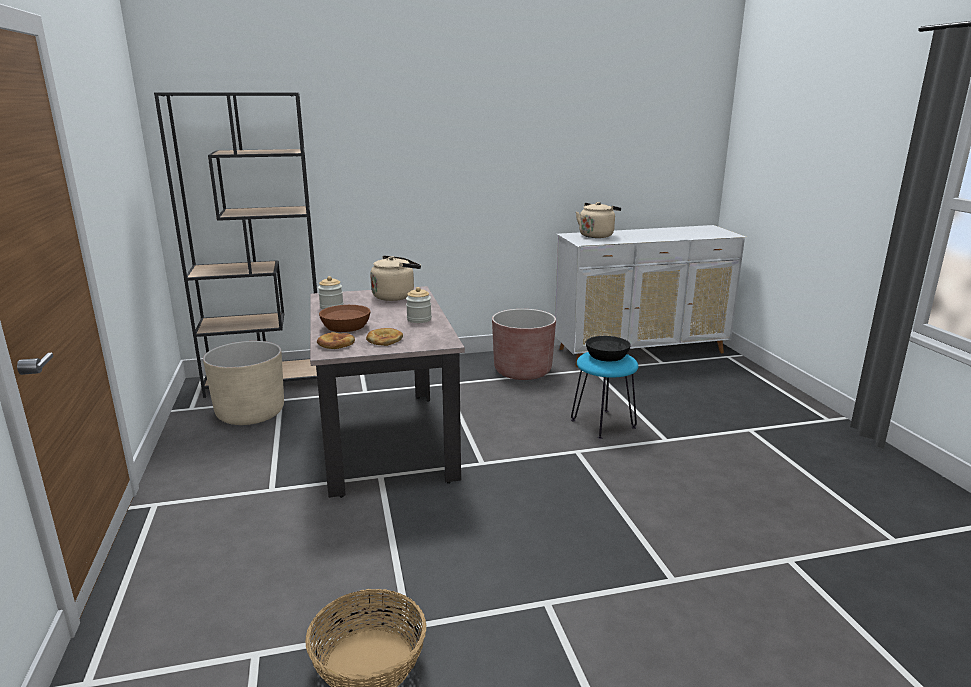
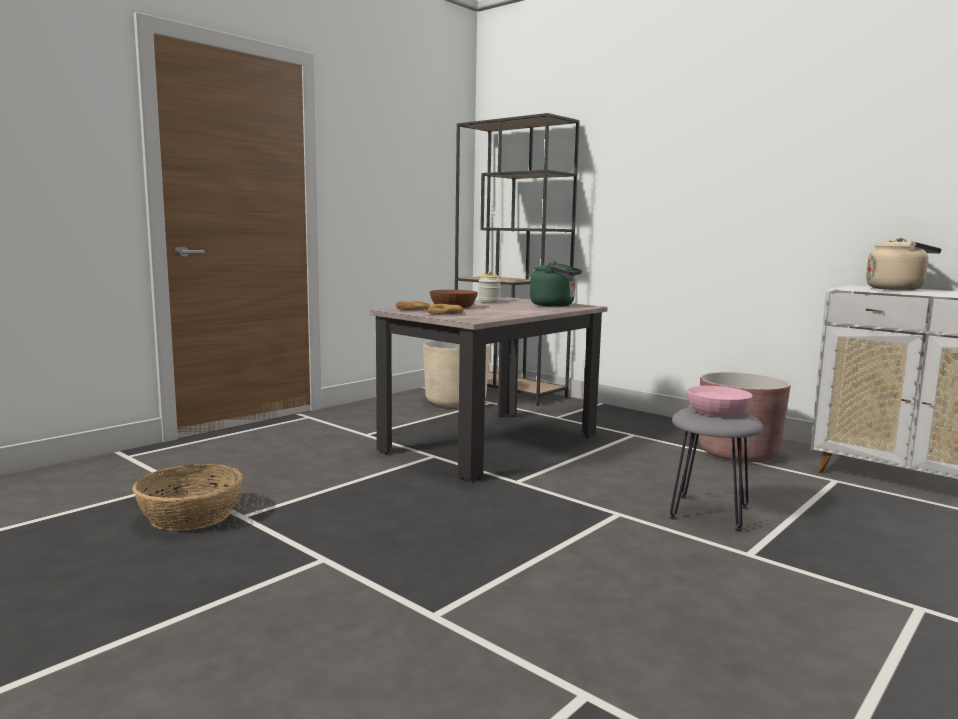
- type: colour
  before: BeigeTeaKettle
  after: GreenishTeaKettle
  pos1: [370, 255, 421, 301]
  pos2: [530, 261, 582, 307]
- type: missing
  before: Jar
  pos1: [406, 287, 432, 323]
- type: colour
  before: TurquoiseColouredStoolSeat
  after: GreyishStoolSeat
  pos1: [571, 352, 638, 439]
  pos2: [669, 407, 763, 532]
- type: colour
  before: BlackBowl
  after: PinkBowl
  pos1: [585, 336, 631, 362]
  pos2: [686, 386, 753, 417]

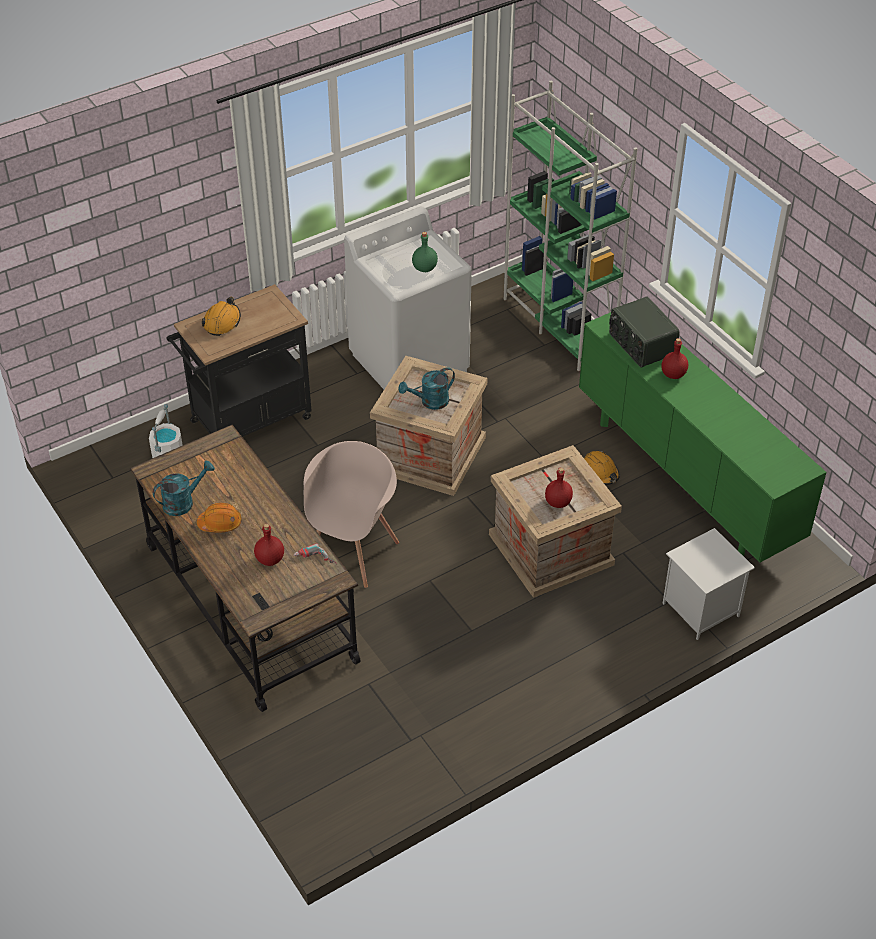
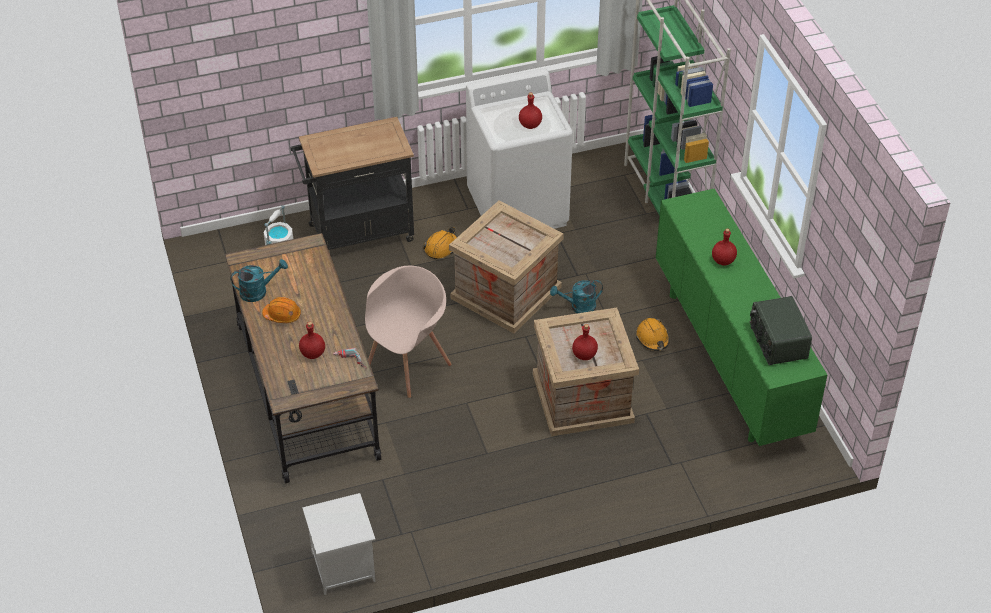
- type: relocated
  before: OrangeSafetyHelmet
  pos1: [202, 297, 241, 336]
  pos2: [423, 227, 457, 259]
- type: relocated
  before: TurquoiseColouredWateringCan
  pos1: [398, 367, 455, 410]
  pos2: [550, 280, 603, 313]
- type: colour
  before: GreenishBeverageBottle
  after: ReddishBeverageBottle
  pos1: [412, 232, 438, 272]
  pos2: [519, 93, 542, 129]
- type: relocated
  before: Radio
  pos1: [609, 296, 680, 368]
  pos2: [750, 296, 812, 365]
- type: relocated
  before: GreyishBedsideTable
  pos1: [662, 528, 755, 640]
  pos2: [302, 493, 375, 595]

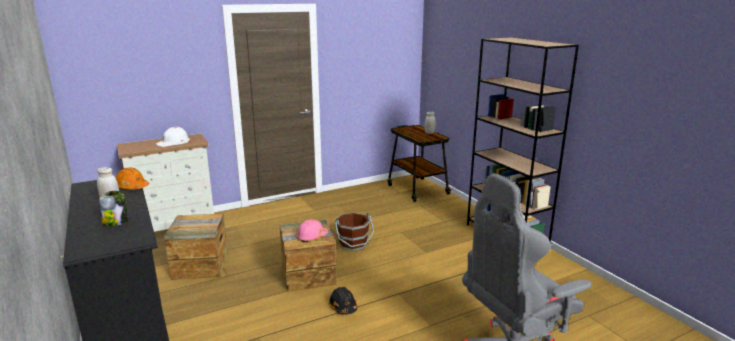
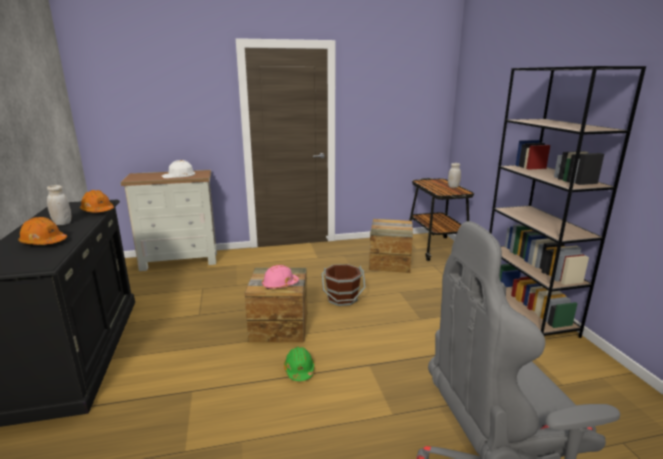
- type: exchanged
  before: Jar
  after: OrangeSafetyHelmet
  pos1: [99, 191, 128, 227]
  pos2: [18, 217, 67, 245]
- type: relocated
  before: PackingCrate
  pos1: [164, 214, 228, 280]
  pos2: [369, 219, 413, 273]
- type: colour
  before: BlackSafetyHelmet
  after: GreenishSafetyHelmet
  pos1: [329, 287, 357, 315]
  pos2: [284, 347, 315, 381]

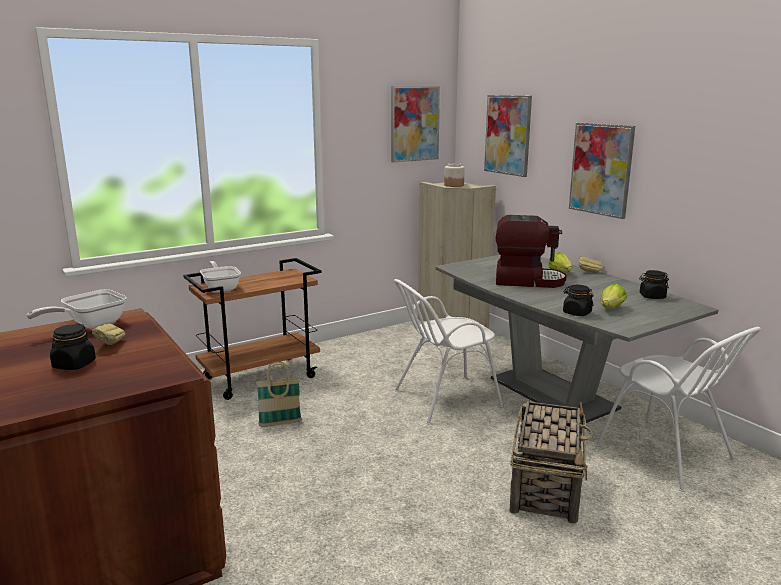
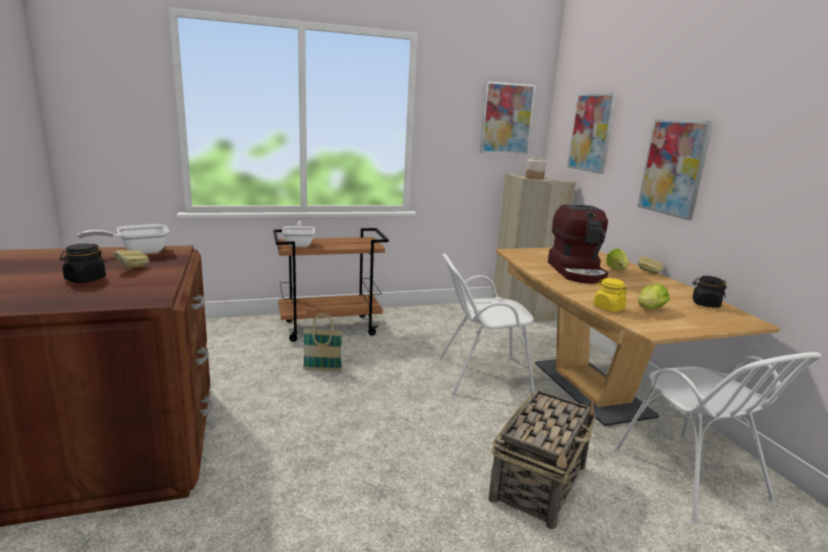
- type: colour
  before: GreyishDiningTable
  after: BrownDiningTable
  pos1: [435, 255, 718, 423]
  pos2: [496, 247, 780, 426]
- type: spun
  before: CoffeeMaker
  pos1: [496, 215, 567, 288]
  pos2: [548, 204, 608, 284]
  turn: 60
- type: colour
  before: BlackJar
  after: YellowJar
  pos1: [563, 285, 594, 316]
  pos2: [593, 278, 627, 312]

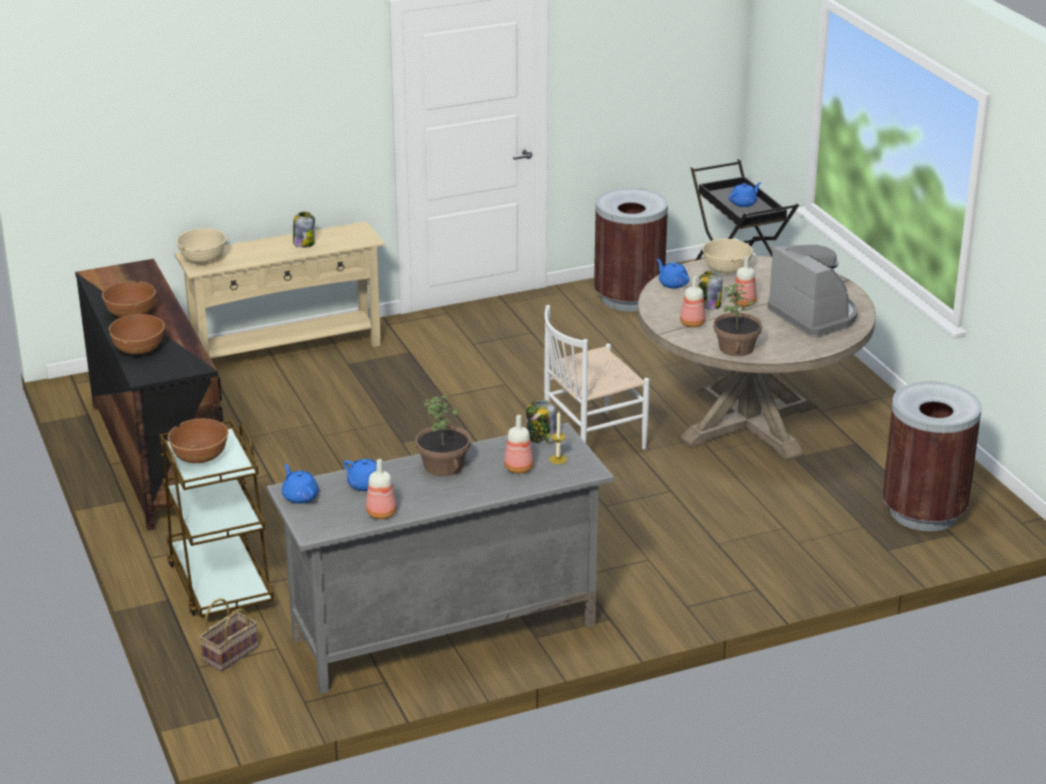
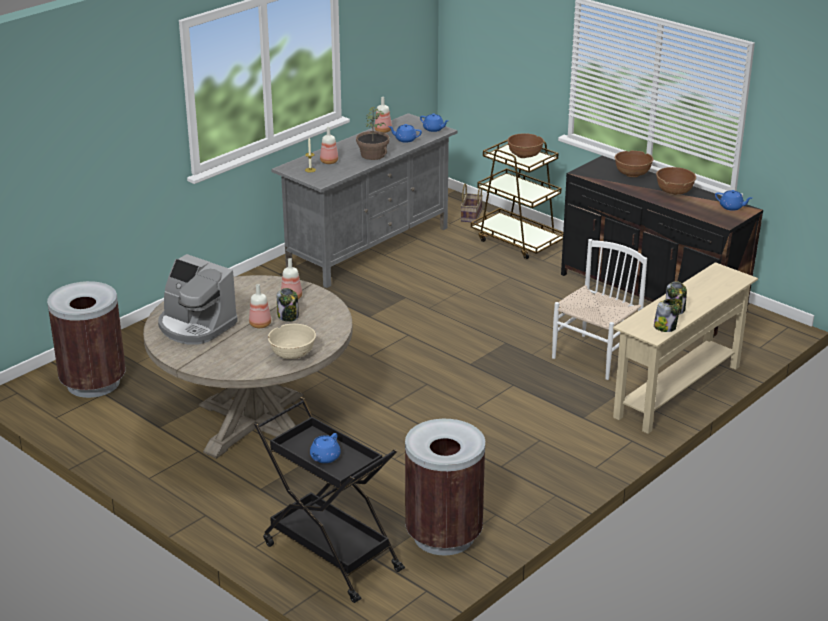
- type: missing
  before: BeigeBowl
  pos1: [176, 228, 226, 263]
- type: relocated
  before: Jar
  pos1: [526, 400, 557, 443]
  pos2: [654, 299, 680, 332]
- type: relocated
  before: WhiteColouredChair
  pos1: [544, 305, 649, 449]
  pos2: [552, 239, 647, 380]
- type: relocated
  before: BlueColouredTeaPot
  pos1: [657, 259, 690, 289]
  pos2: [715, 190, 752, 211]
- type: missing
  before: Houseplant
  pos1: [713, 284, 762, 356]

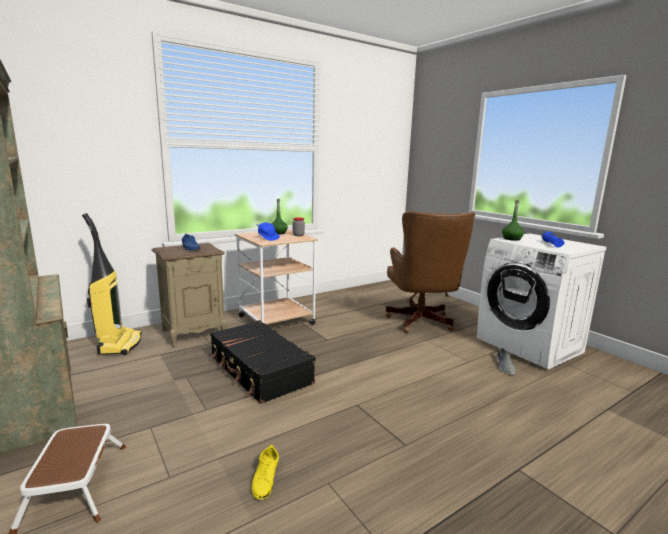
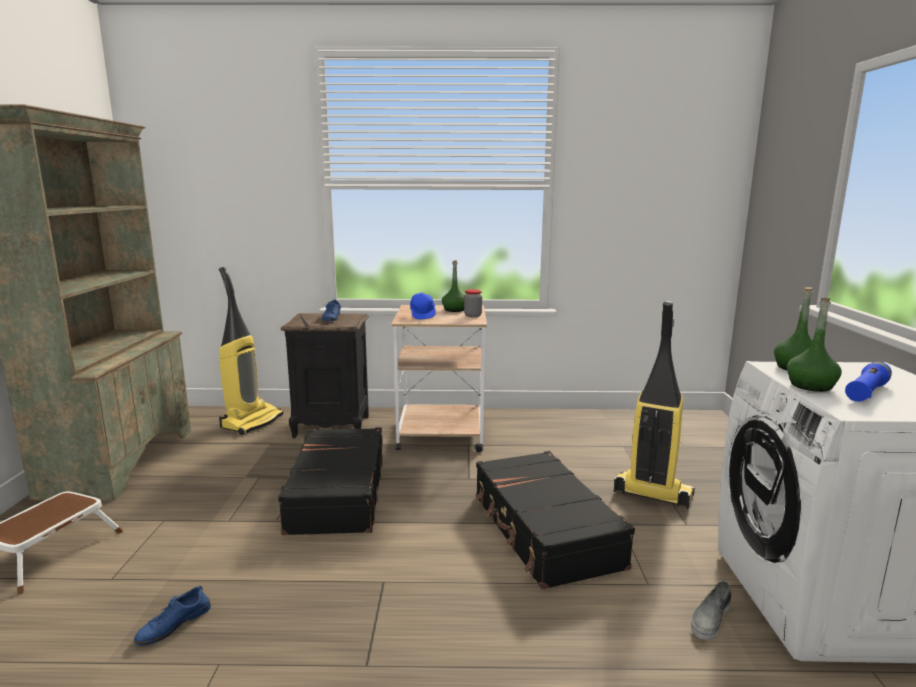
- type: colour
  before: BeigeBedsideTable
  after: BlackBedsideTable
  pos1: [152, 243, 227, 347]
  pos2: [280, 313, 369, 438]
- type: colour
  before: YellowShoe
  after: BlueColouredShoe
  pos1: [251, 445, 279, 499]
  pos2: [134, 585, 211, 646]
- type: exchanged
  before: BrownOfficeChair
  after: Vacuum
  pos1: [385, 211, 475, 333]
  pos2: [614, 301, 695, 509]
- type: appeared
  after: BlackTravelCase
  pos2: [475, 451, 635, 590]
- type: appeared
  after: GreenishBeverageBottle
  pos2: [787, 298, 842, 392]

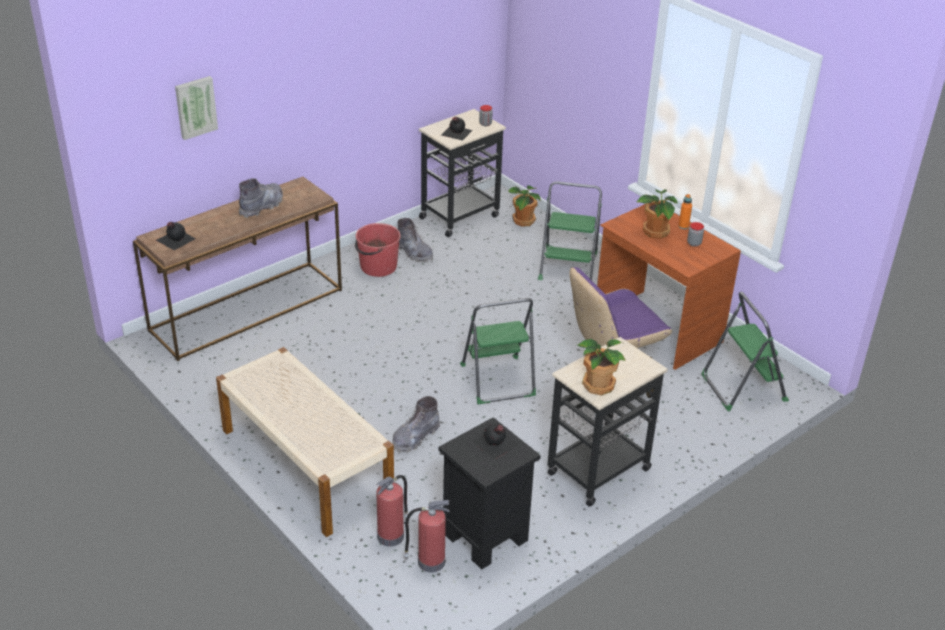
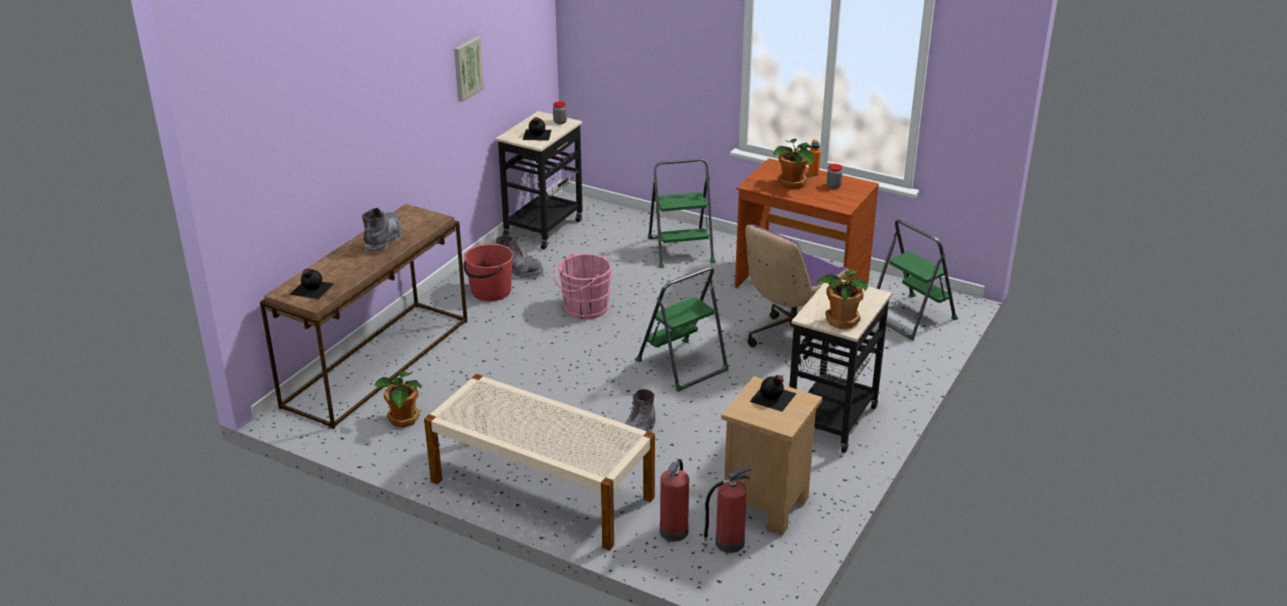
- type: relocated
  before: WallPicture
  pos1: [175, 76, 218, 140]
  pos2: [454, 37, 484, 102]
- type: colour
  before: BlackBedsideTable
  after: BeigeBedsideTable
  pos1: [438, 417, 541, 569]
  pos2: [721, 376, 822, 536]
- type: relocated
  before: Houseplant
  pos1: [508, 185, 540, 227]
  pos2: [374, 371, 422, 428]
- type: appeared
  after: PinkBucket
  pos2: [553, 253, 613, 319]

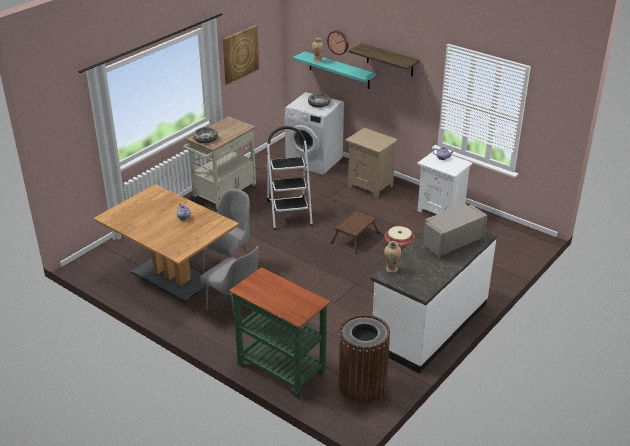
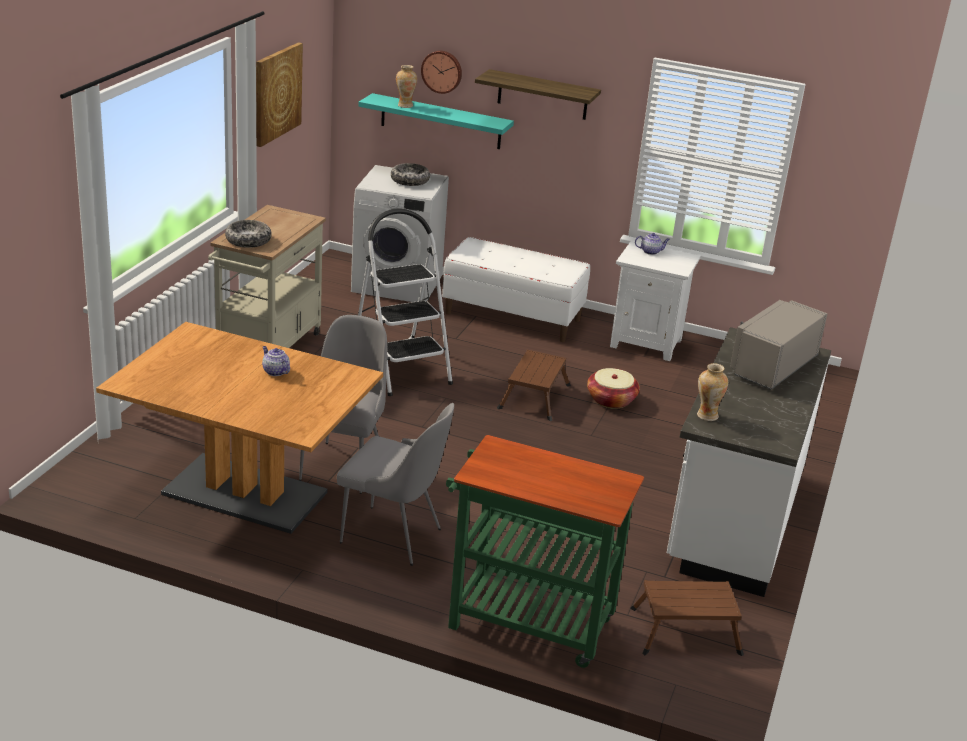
- type: exchanged
  before: BrownWasteBin
  after: BrownStepStool
  pos1: [339, 314, 390, 403]
  pos2: [630, 580, 744, 656]
- type: exchanged
  before: BeigeBedsideTable
  after: WhiteColouredLongSeat
  pos1: [345, 128, 398, 198]
  pos2: [442, 237, 590, 342]

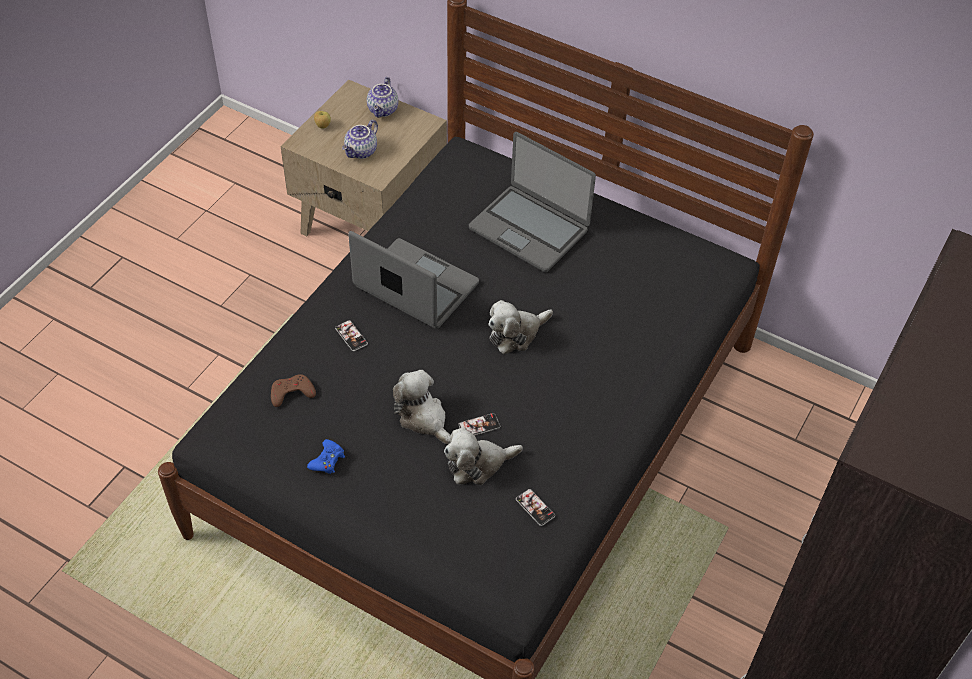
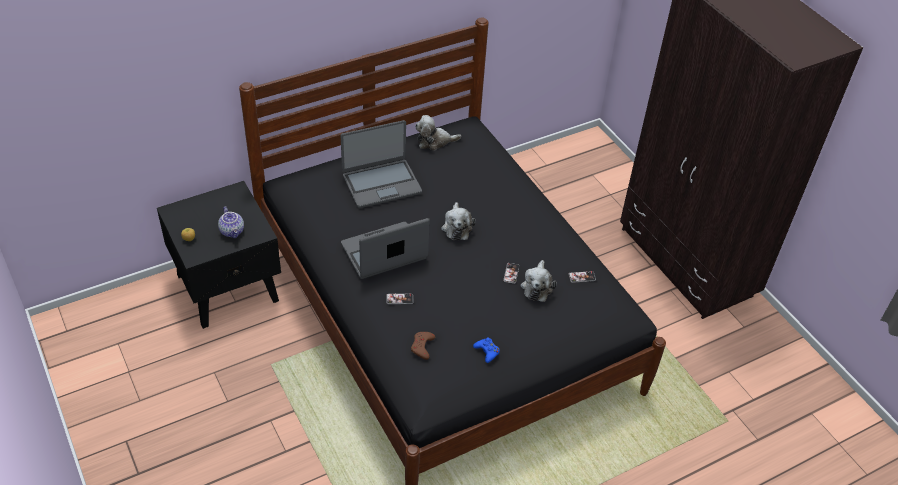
- type: colour
  before: BeigeBedsideTable
  after: BlackBedsideTable
  pos1: [281, 79, 447, 237]
  pos2: [157, 181, 281, 329]
- type: missing
  before: TeaPot
  pos1: [367, 77, 398, 118]
- type: relocated
  before: CuddlyToy
  pos1: [393, 370, 451, 445]
  pos2: [415, 115, 461, 151]

